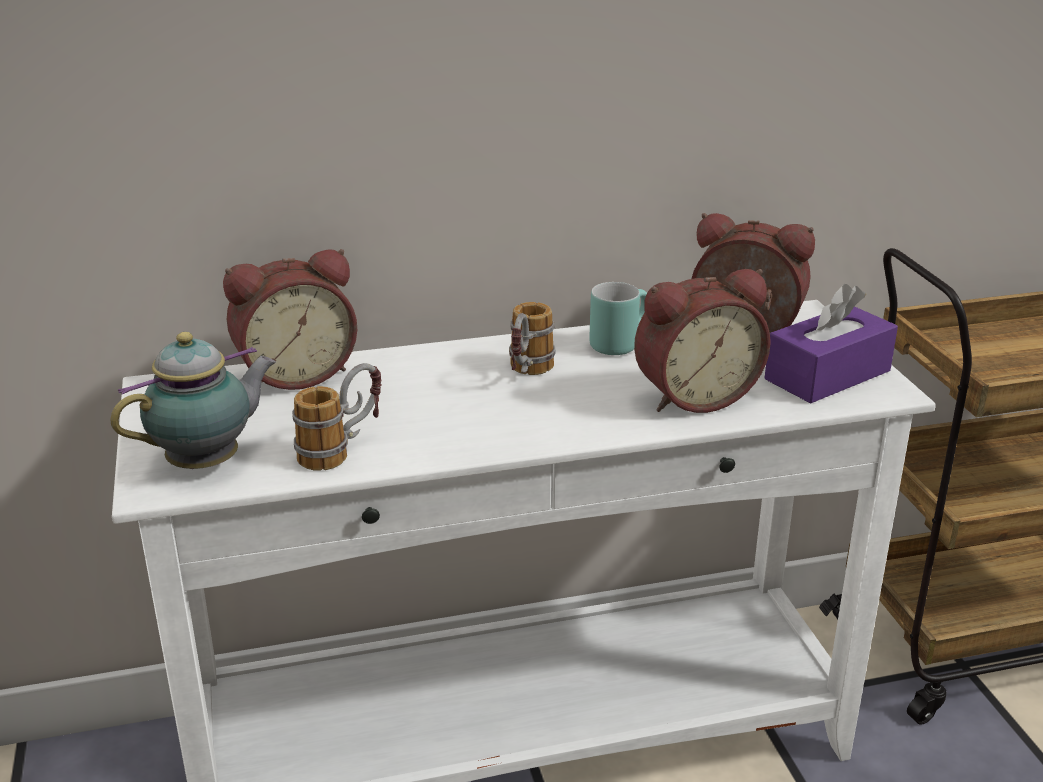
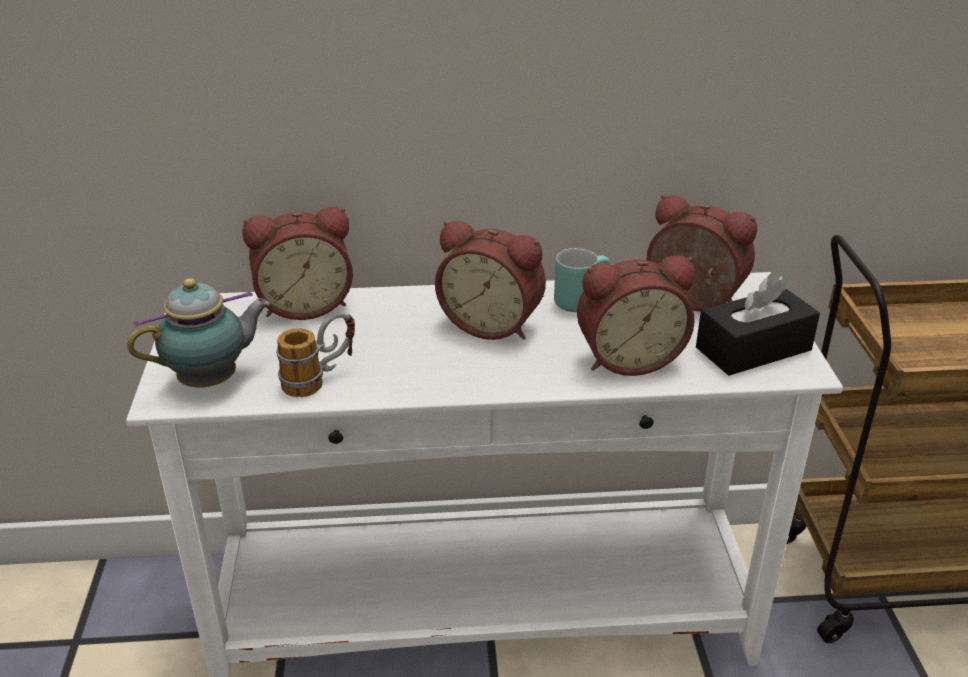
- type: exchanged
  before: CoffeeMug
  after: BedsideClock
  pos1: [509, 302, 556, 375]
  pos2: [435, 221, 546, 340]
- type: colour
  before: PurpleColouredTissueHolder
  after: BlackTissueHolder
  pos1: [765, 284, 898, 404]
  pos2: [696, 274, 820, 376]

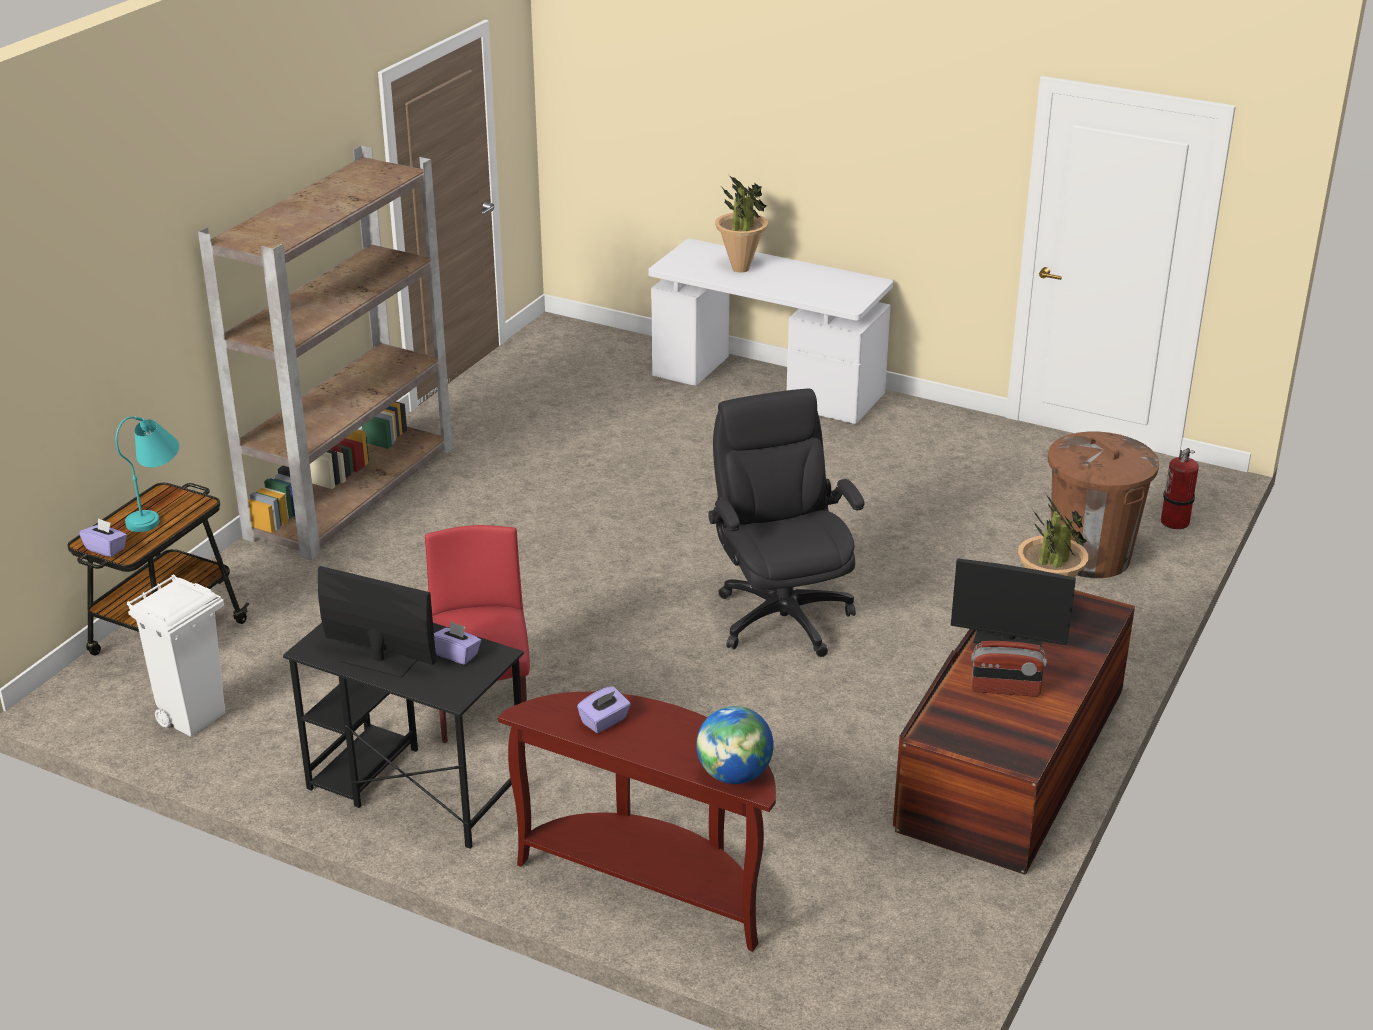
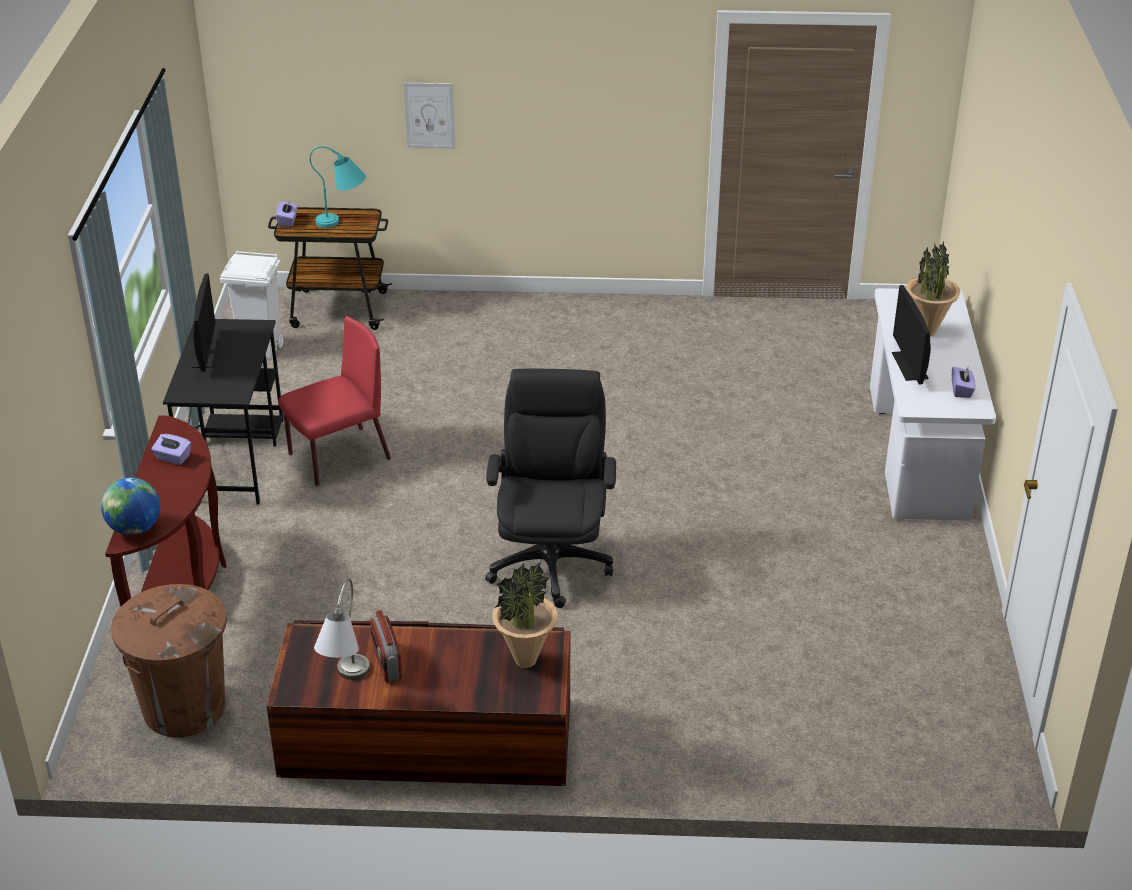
- type: missing
  before: BrownShelvingUnit
  pos1: [198, 145, 453, 560]
- type: relocated
  before: PurpleColouredTissueHolder
  pos1: [434, 621, 481, 665]
  pos2: [952, 366, 975, 398]
- type: spun
  before: BlackOfficeChair
  pos1: [708, 388, 864, 657]
  pos2: [485, 369, 616, 608]
  turn: -45
- type: relocated
  before: ComputerDisplay
  pos1: [951, 558, 1076, 652]
  pos2: [892, 285, 931, 384]
- type: relocated
  before: BrownWasteBin
  pos1: [1048, 432, 1159, 578]
  pos2: [111, 584, 227, 737]
- type: missing
  before: FireFightingCylinder
  pos1: [1161, 448, 1199, 529]
- type: appeared
  after: GreyishTabletopLamp
  pos2: [314, 578, 370, 680]
- type: appeared
  after: WallPicture
  pos2: [403, 83, 455, 149]

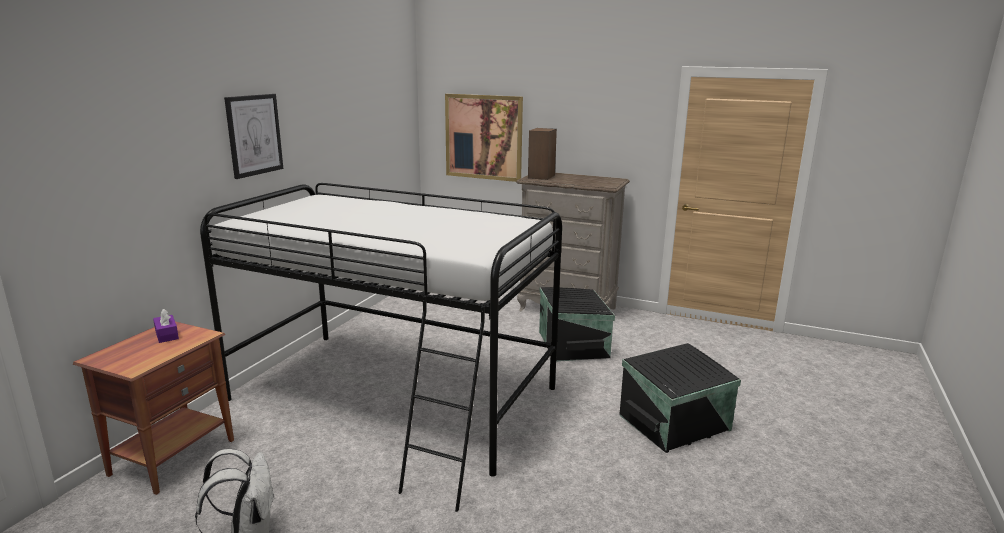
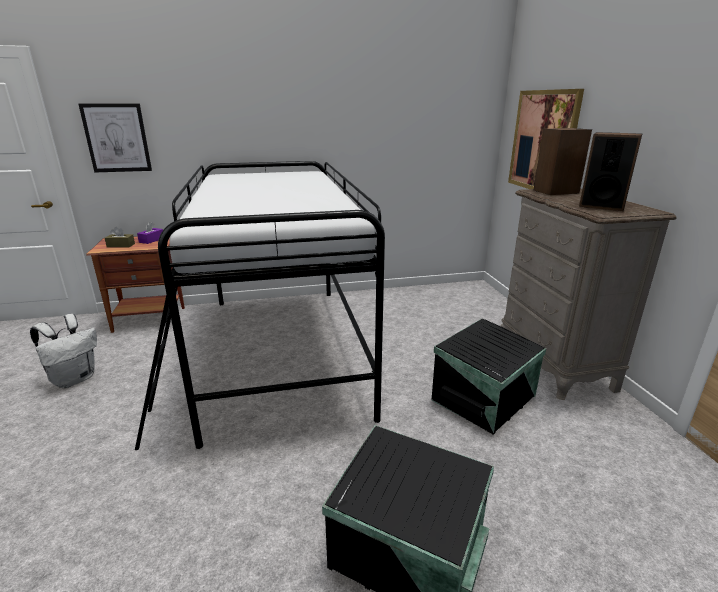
- type: relocated
  before: WallPicture
  pos1: [224, 94, 283, 179]
  pos2: [78, 103, 152, 172]
- type: appeared
  after: BrownTissueHolder
  pos2: [105, 227, 135, 248]
- type: appeared
  after: Speaker
  pos2: [579, 132, 642, 211]

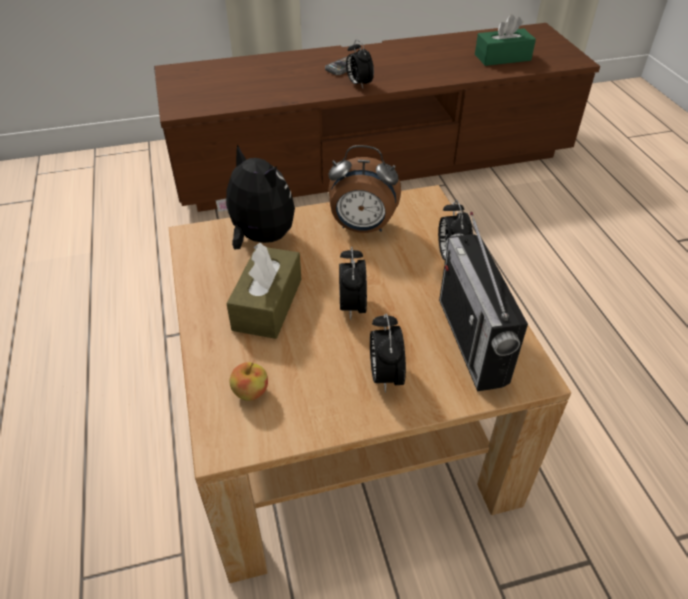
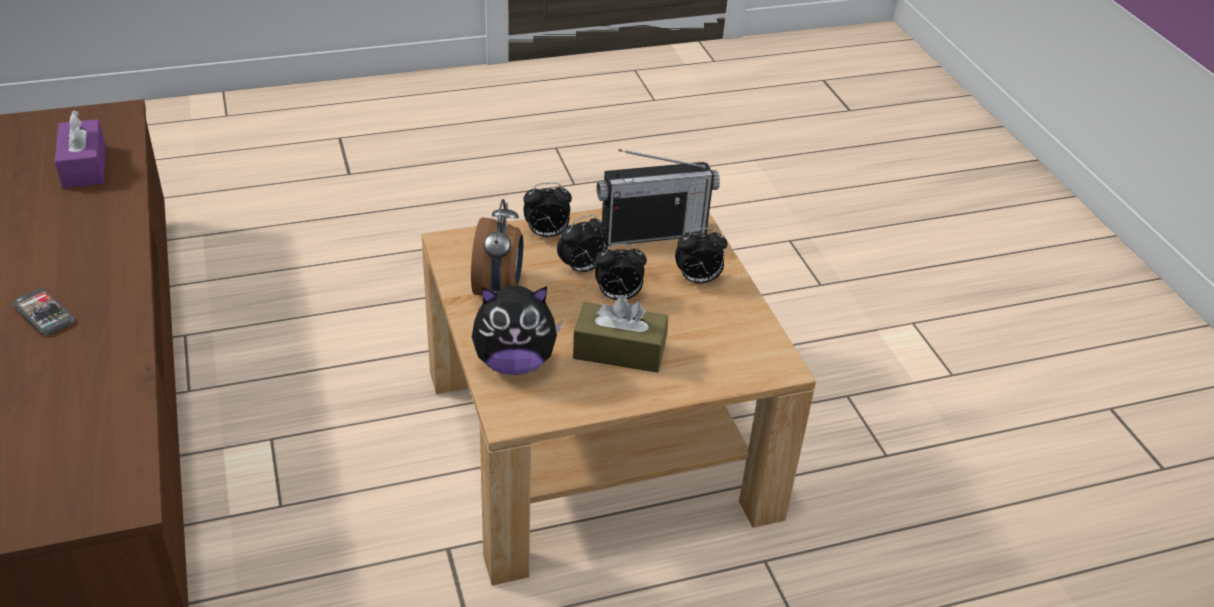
- type: spun
  before: CuddlyToy
  pos1: [215, 144, 295, 250]
  pos2: [472, 285, 562, 375]
  turn: -135
- type: missing
  before: Apple
  pos1: [230, 362, 268, 401]
- type: relocated
  before: BedsideClock
  pos1: [346, 39, 374, 88]
  pos2: [557, 215, 608, 275]
- type: colour
  before: GreenishTissueHolder
  after: PurpleColouredTissueHolder
  pos1: [475, 14, 536, 66]
  pos2: [55, 110, 105, 188]

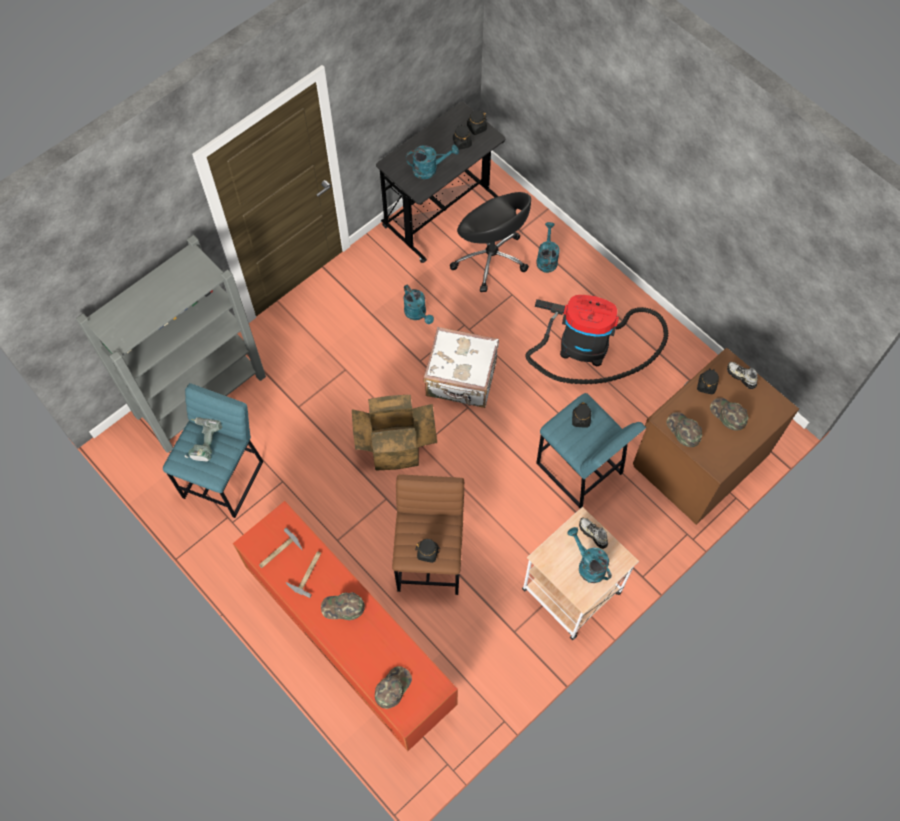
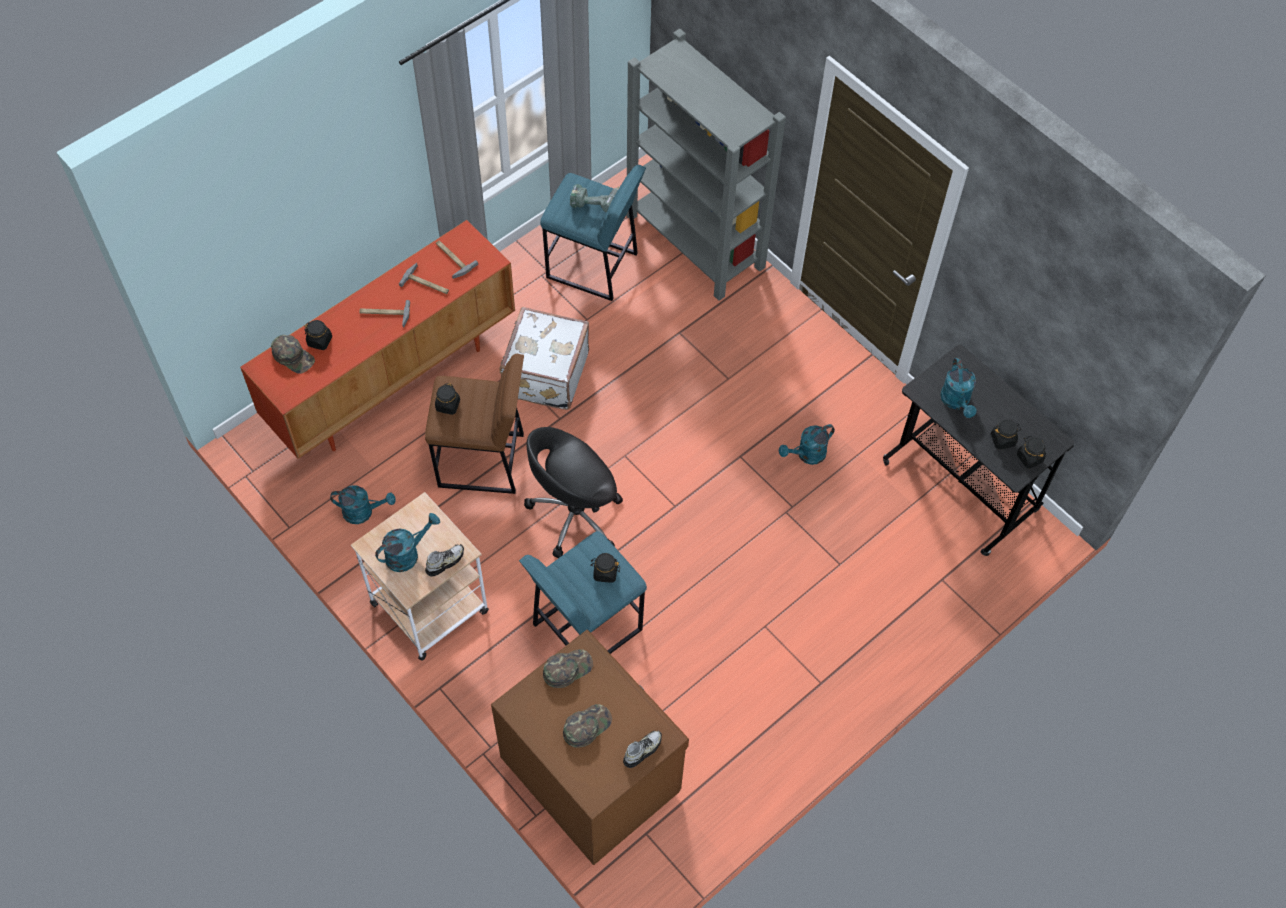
- type: exchanged
  before: GreenishCap
  after: Hammer
  pos1: [321, 592, 365, 620]
  pos2: [359, 300, 410, 328]
- type: missing
  before: PackingBox
  pos1: [352, 395, 437, 470]
- type: relocated
  before: WhiteColouredTravelCase
  pos1: [424, 327, 499, 408]
  pos2: [500, 307, 589, 410]
- type: relocated
  before: BlackOfficeChair
  pos1: [450, 192, 531, 292]
  pos2: [524, 427, 623, 558]
- type: missing
  before: Vacuum
  pos1: [525, 295, 669, 384]
- type: relocated
  before: TurquoiseColouredWateringCan
  pos1: [537, 222, 560, 273]
  pos2: [330, 485, 396, 524]
- type: relocated
  before: BlackJar
  pos1: [697, 368, 719, 394]
  pos2: [304, 320, 332, 350]

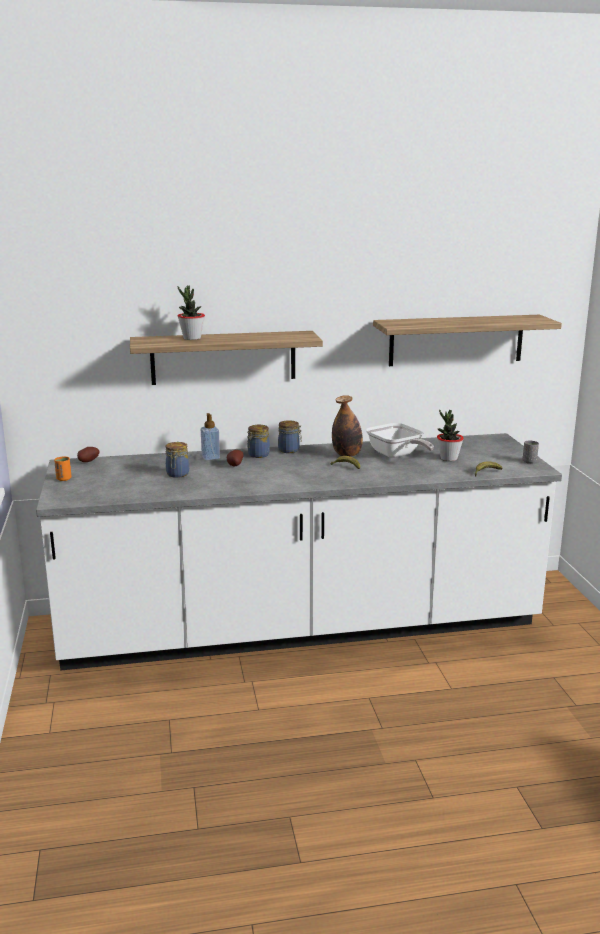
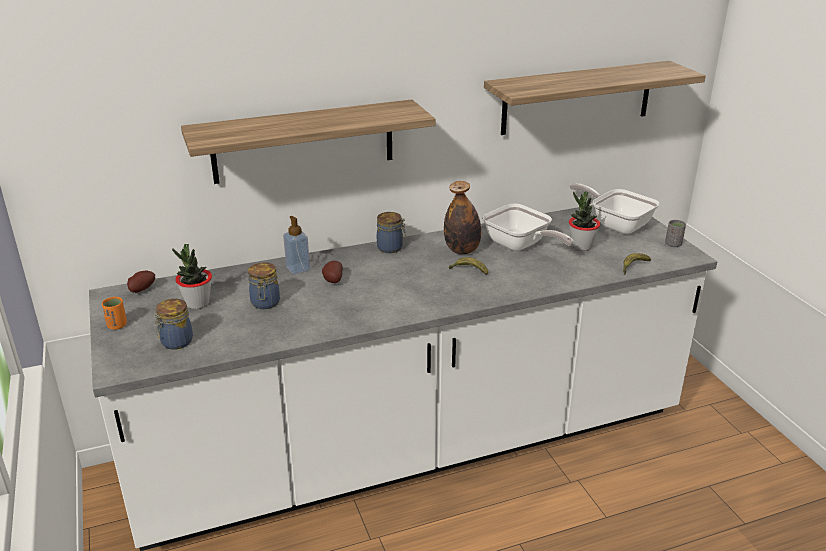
- type: relocated
  before: Houseplant
  pos1: [178, 286, 205, 340]
  pos2: [172, 244, 212, 309]
- type: relocated
  before: Jar
  pos1: [247, 425, 270, 458]
  pos2: [154, 299, 193, 350]
- type: appeared
  after: Skillet
  pos2: [570, 183, 659, 234]

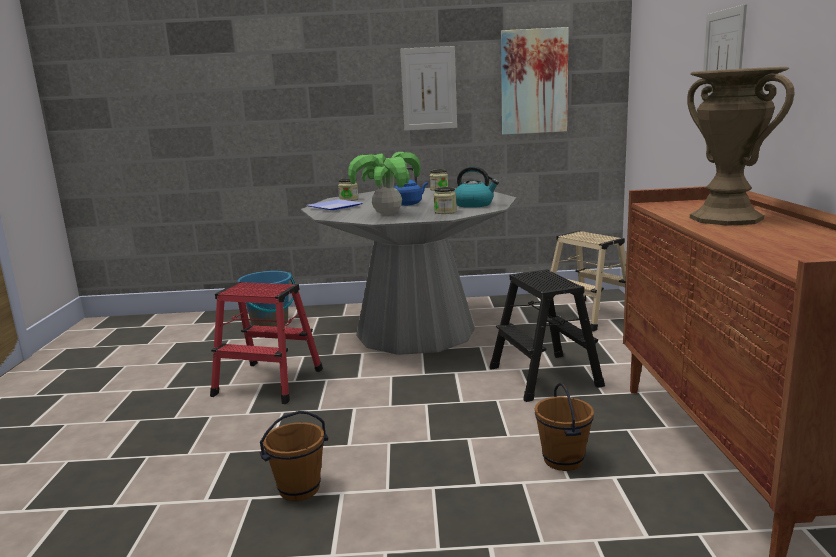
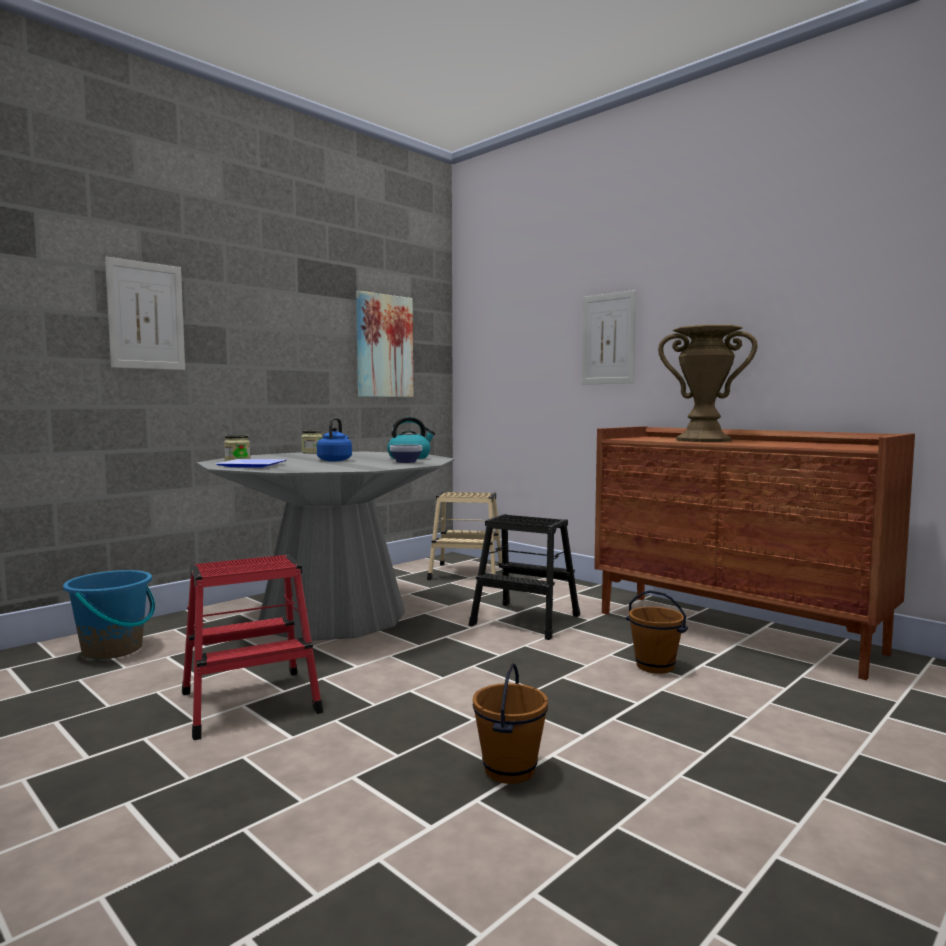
- type: missing
  before: Houseplant
  pos1: [348, 152, 421, 215]
- type: relocated
  before: WallPicture
  pos1: [400, 46, 457, 131]
  pos2: [105, 257, 185, 370]
- type: exchanged
  before: Jar
  after: Bowl
  pos1: [433, 187, 457, 214]
  pos2: [390, 445, 422, 463]

